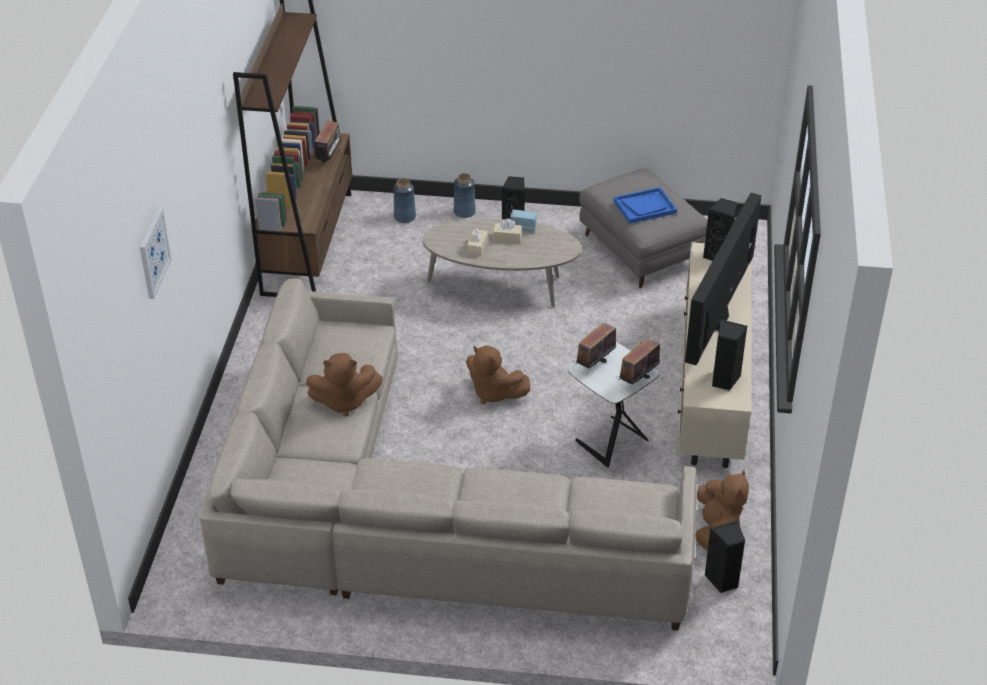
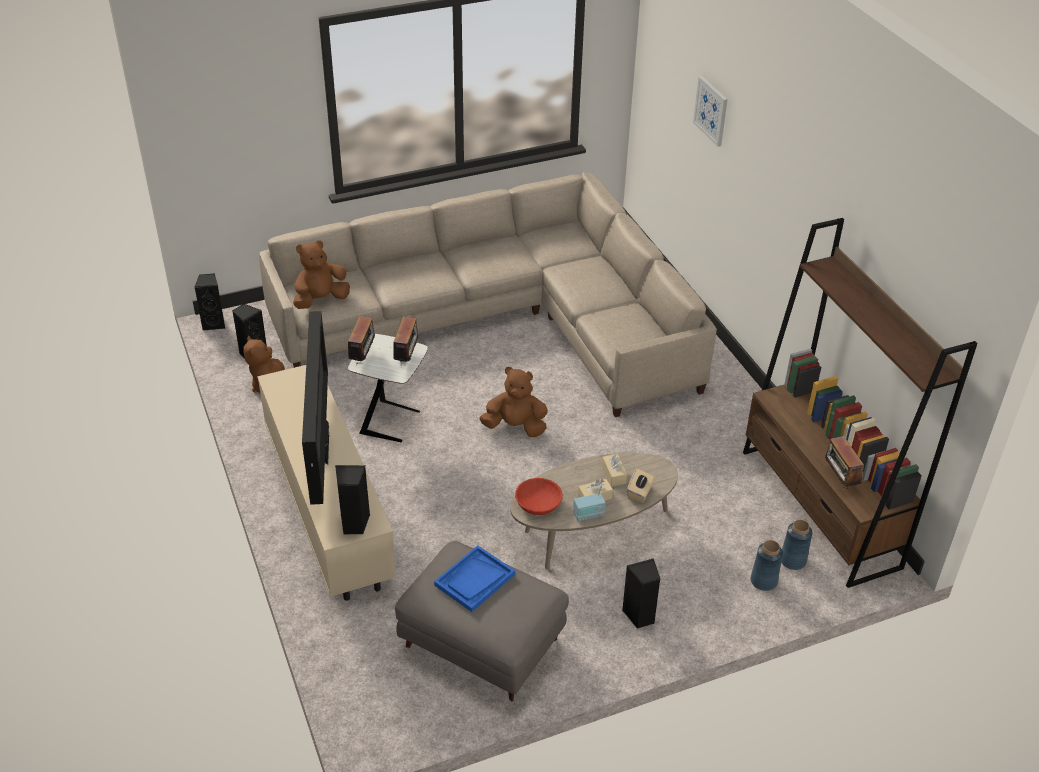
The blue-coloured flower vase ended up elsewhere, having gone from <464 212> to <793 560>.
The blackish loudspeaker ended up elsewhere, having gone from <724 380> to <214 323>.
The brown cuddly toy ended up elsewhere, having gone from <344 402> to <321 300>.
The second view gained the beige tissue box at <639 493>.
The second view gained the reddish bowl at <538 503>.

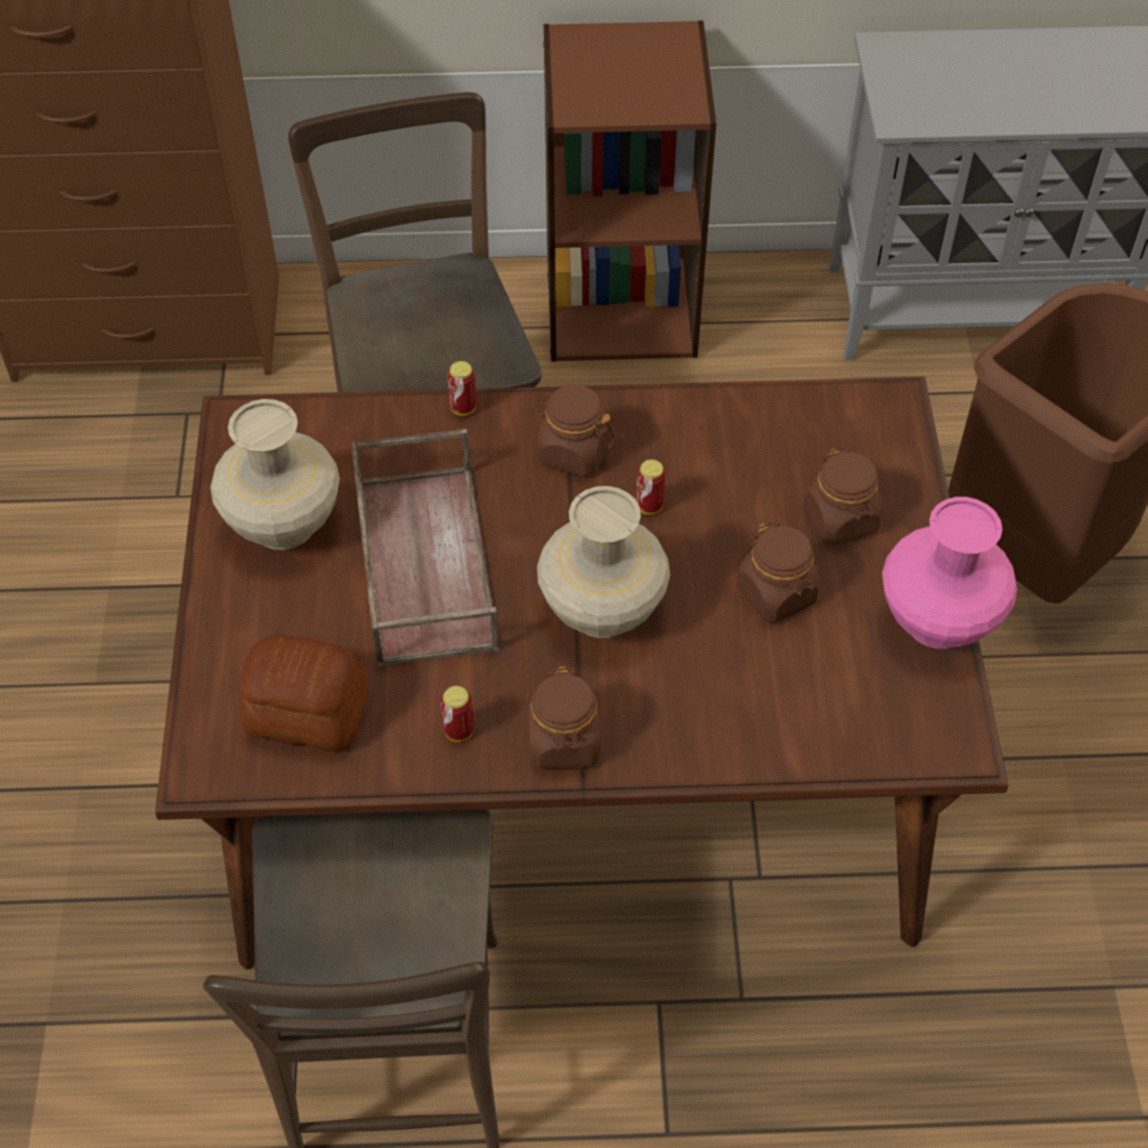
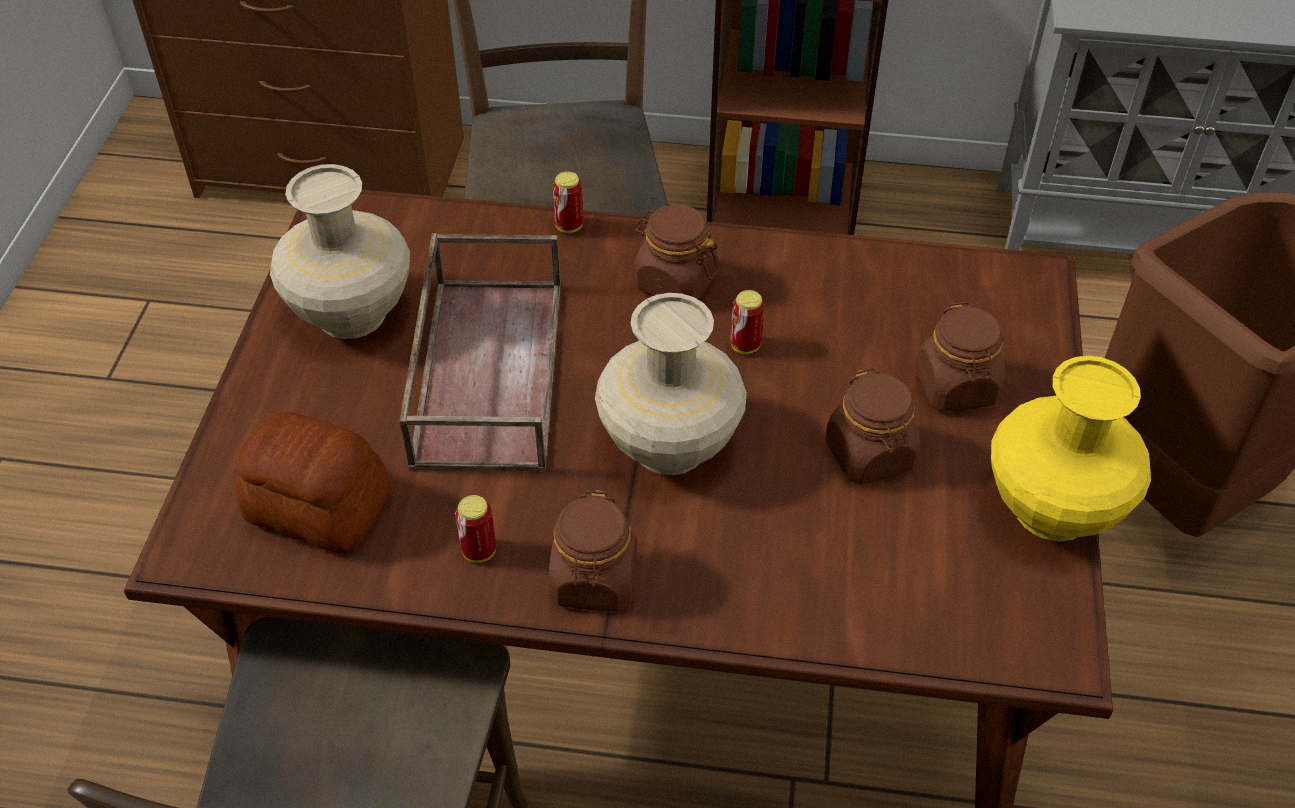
What was the pink flower vase at <939 622> turned into the yellow-coloured flower vase at <1053 511>.

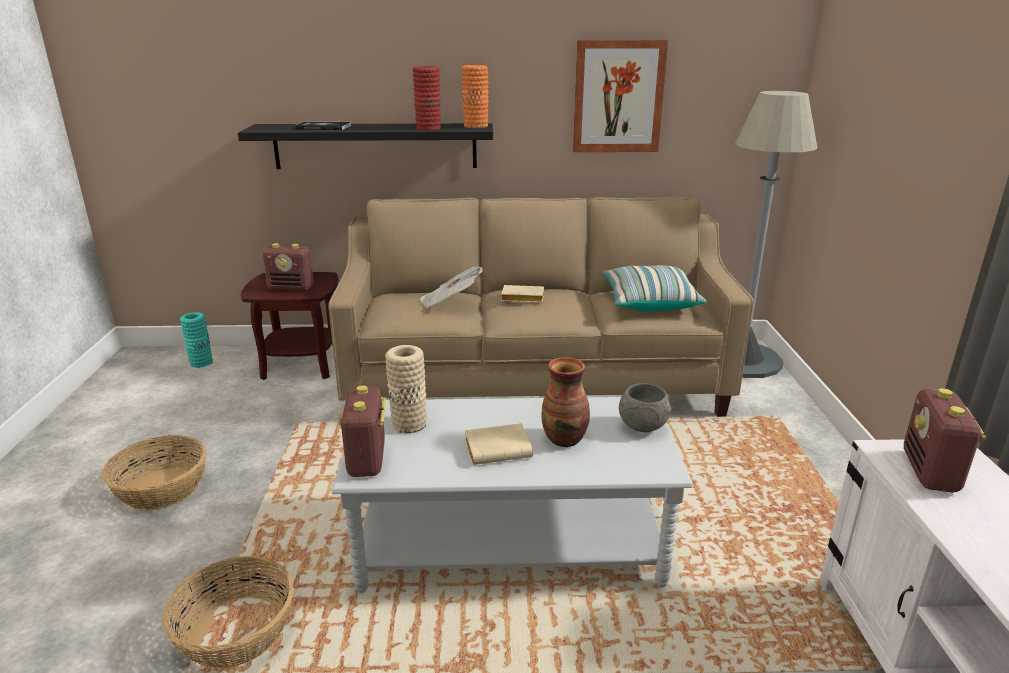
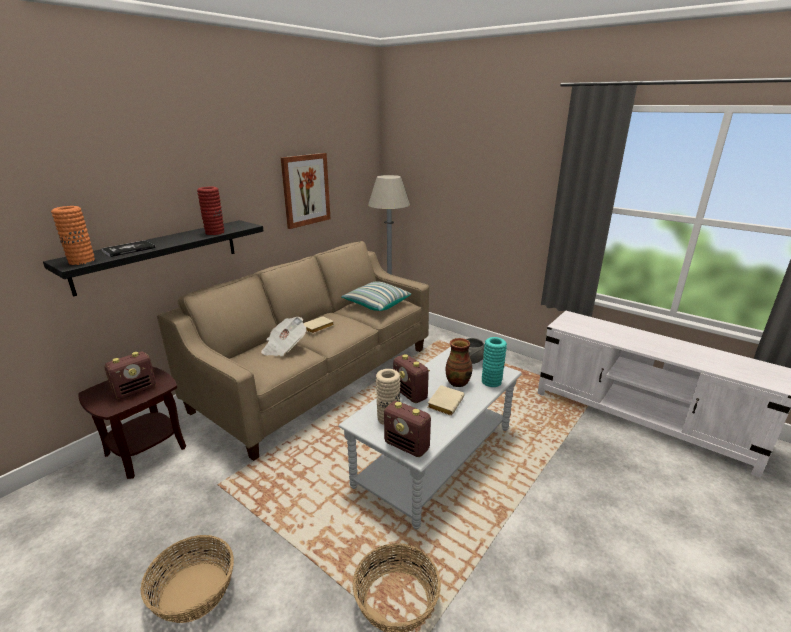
The orange flower vase ended up elsewhere, having gone from <475 126> to <81 261>.
The blue-green flower vase ended up elsewhere, having gone from <201 362> to <491 382>.
The radio receiver ended up elsewhere, having gone from <930 472> to <410 394>.

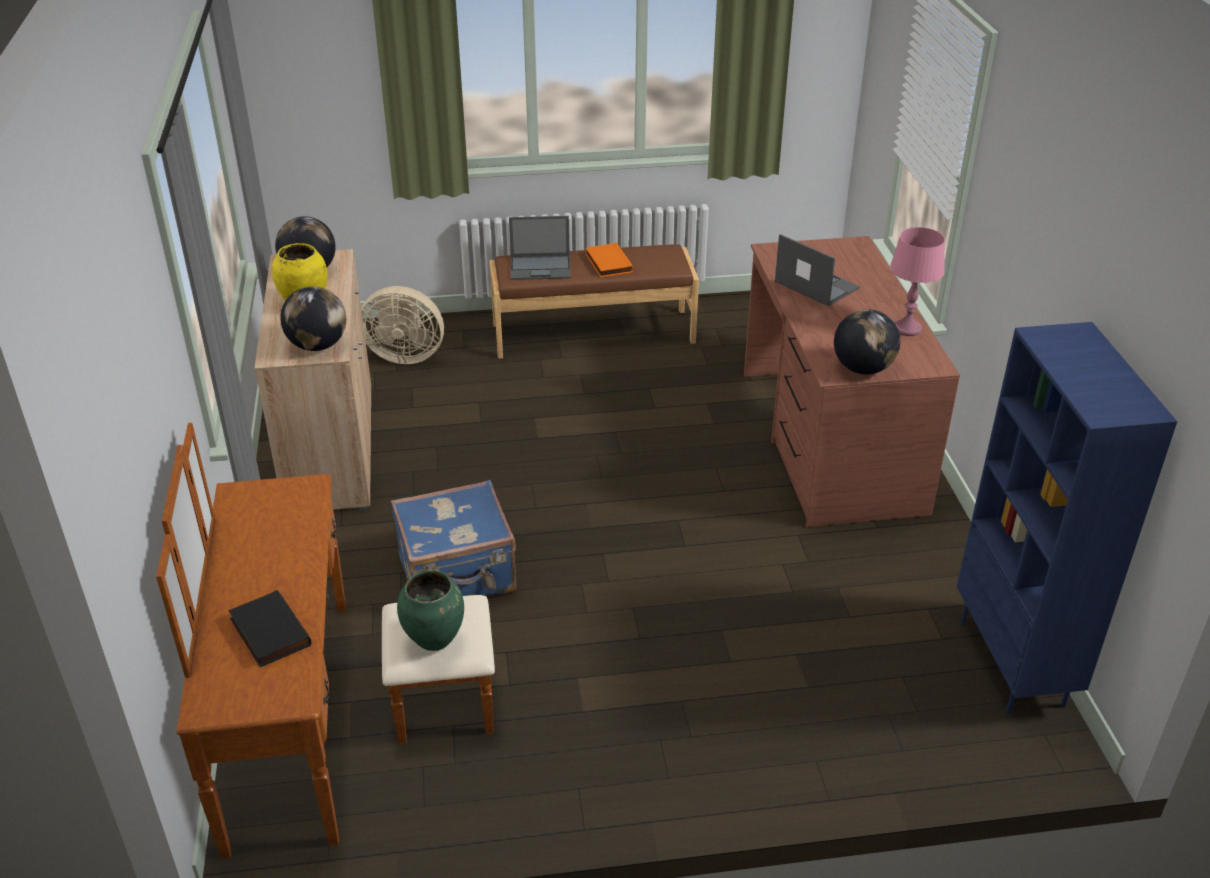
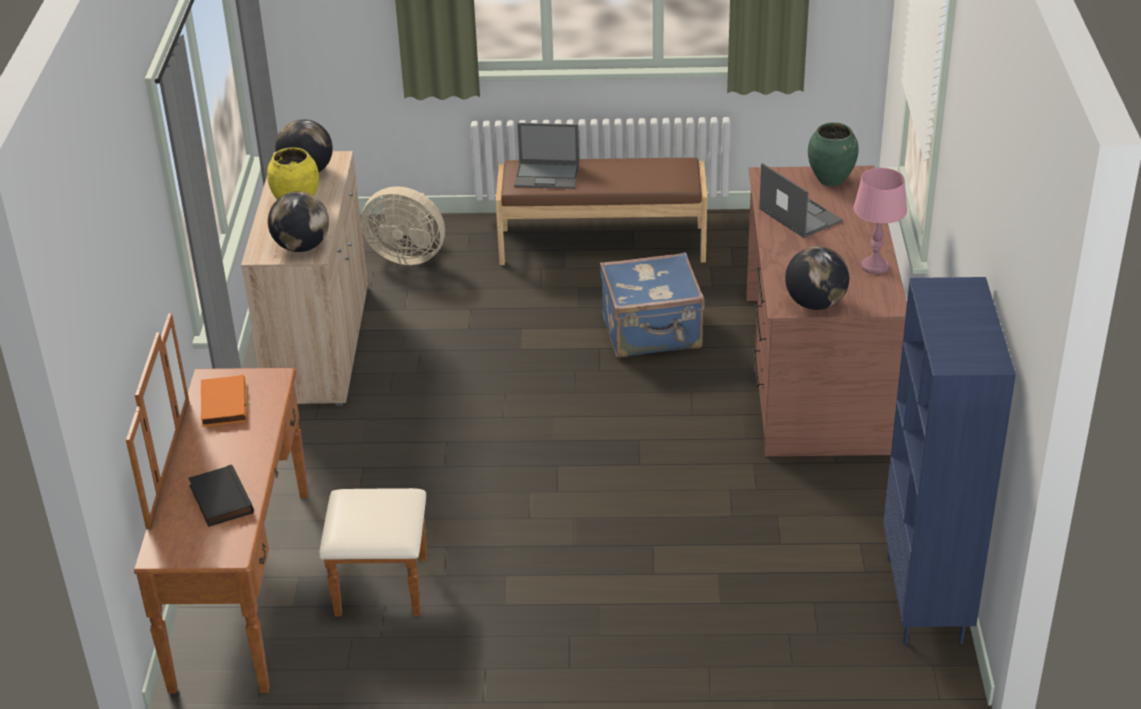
The orange bound book ended up elsewhere, having gone from <607 263> to <222 404>.
The blue-coloured piece of luggage ended up elsewhere, having gone from <458 576> to <652 333>.
The green flower vase ended up elsewhere, having gone from <435 639> to <831 180>.

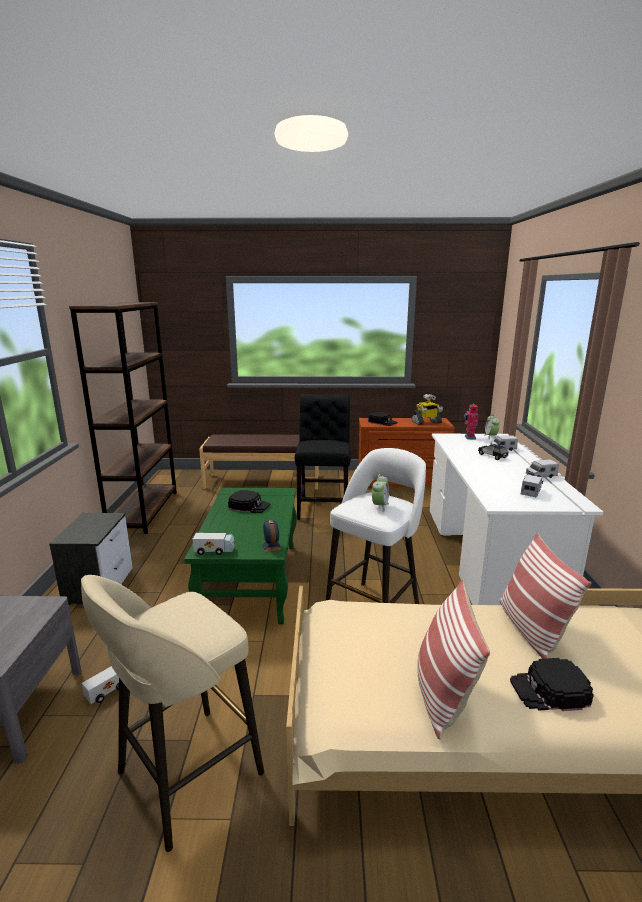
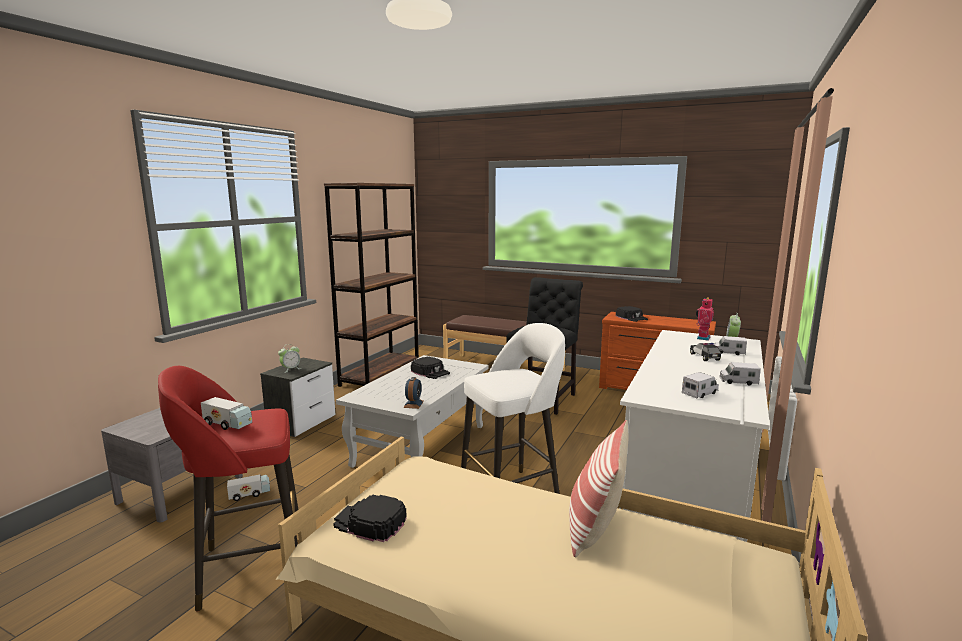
The second view lost the toy robot at <426 422>.
The bedside clock ended up elsewhere, having gone from <380 506> to <290 369>.
What was the green low table at <251 580> turned into the white low table at <421 444>.
The toy lorry ended up elsewhere, having gone from <214 550> to <228 424>.
What was the beige stool at <186 775> turned into the reddish stool at <249 568>.
The second view lost the throw pillow at <442 693>.
The blackish peaked cap ended up elsewhere, having gone from <549 691> to <370 523>.

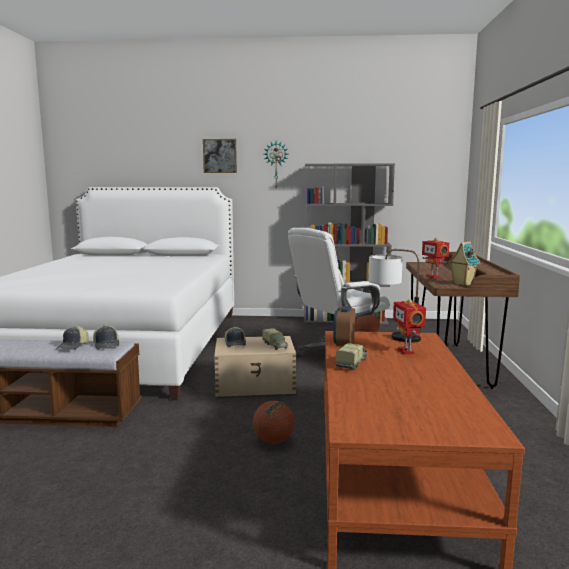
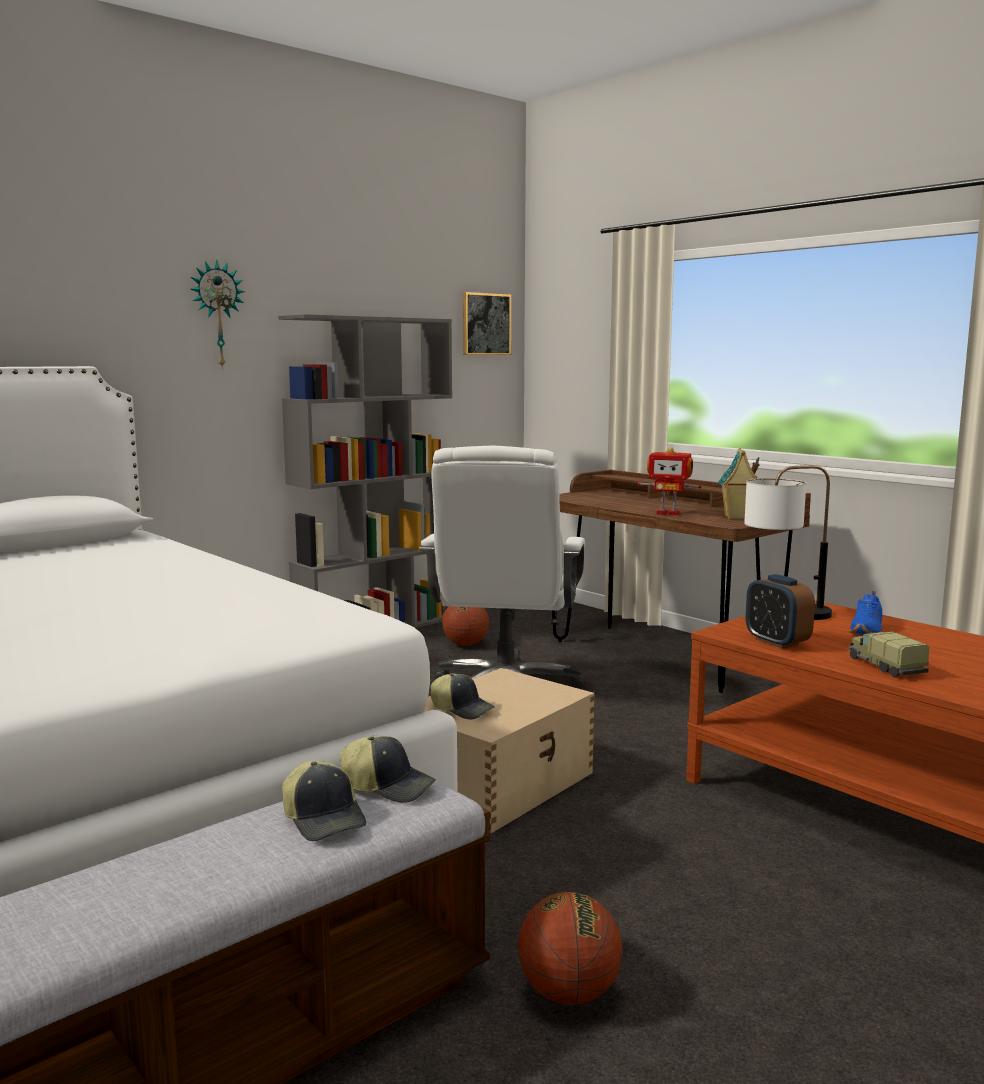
The picture ended up elsewhere, having gone from <220 156> to <486 324>.
Where the toy robot stood at <407 351>, the blue-coloured low shoe came to stand at <867 631>.
The second view lost the toy lorry at <275 345>.
The basketball ball ended up elsewhere, having gone from <273 441> to <569 993>.

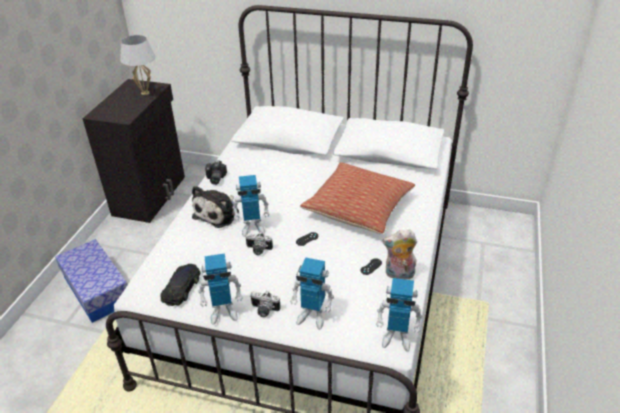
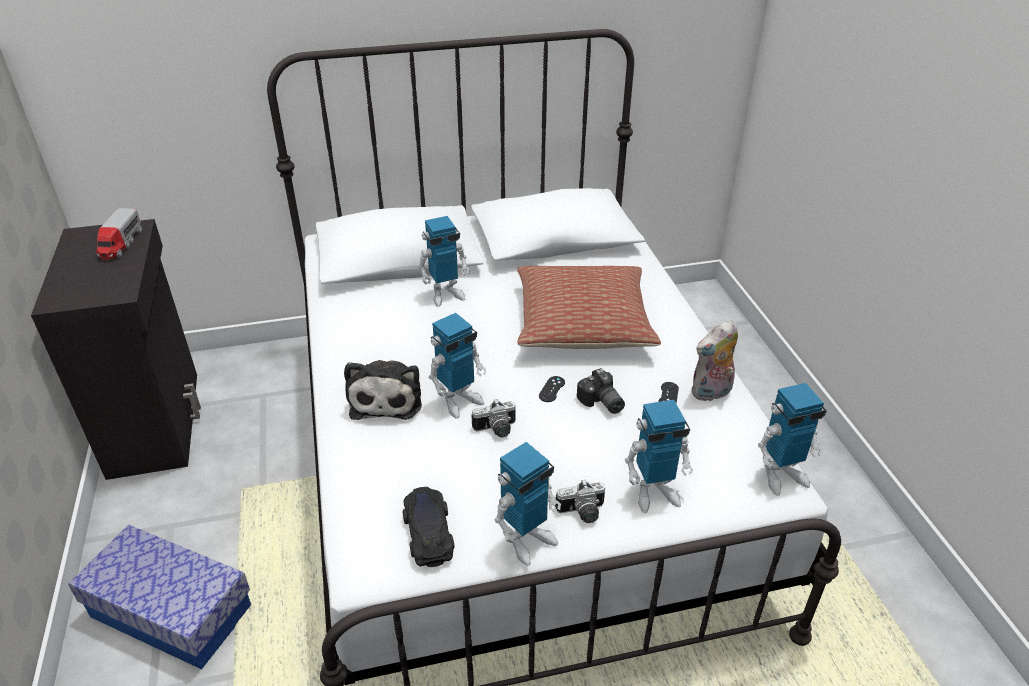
Where the white lamp for a table stood at <145 93>, the toy lorry came to stand at <120 244>.
The still camera ended up elsewhere, having gone from <215 178> to <601 403>.
The second view gained the toy robot at <445 294>.

